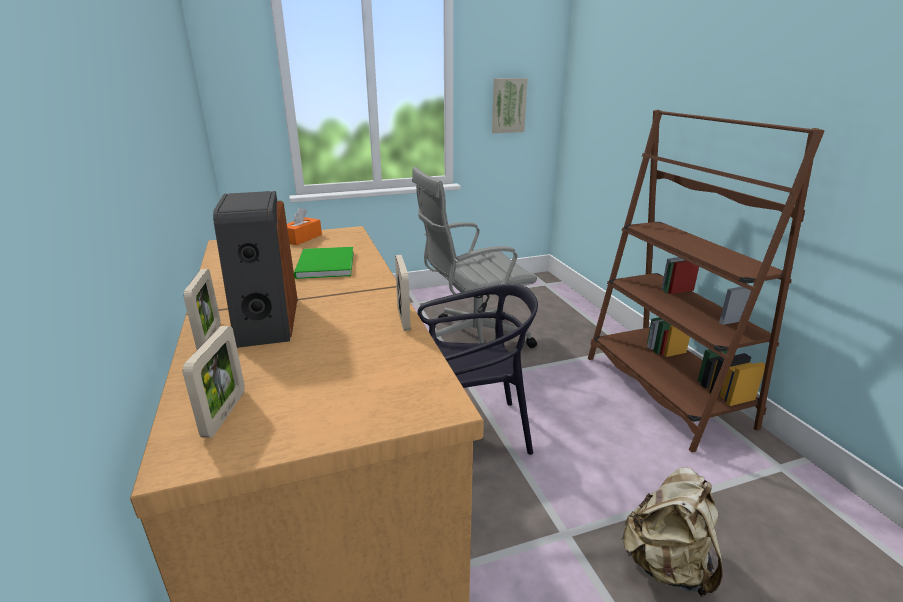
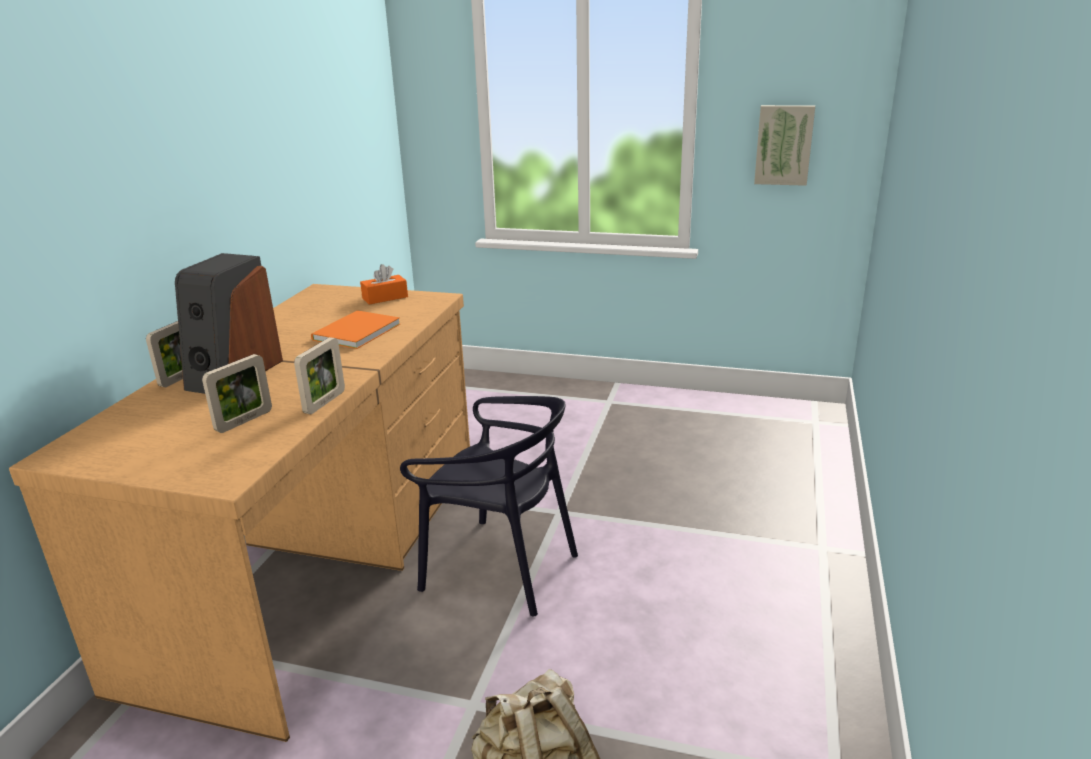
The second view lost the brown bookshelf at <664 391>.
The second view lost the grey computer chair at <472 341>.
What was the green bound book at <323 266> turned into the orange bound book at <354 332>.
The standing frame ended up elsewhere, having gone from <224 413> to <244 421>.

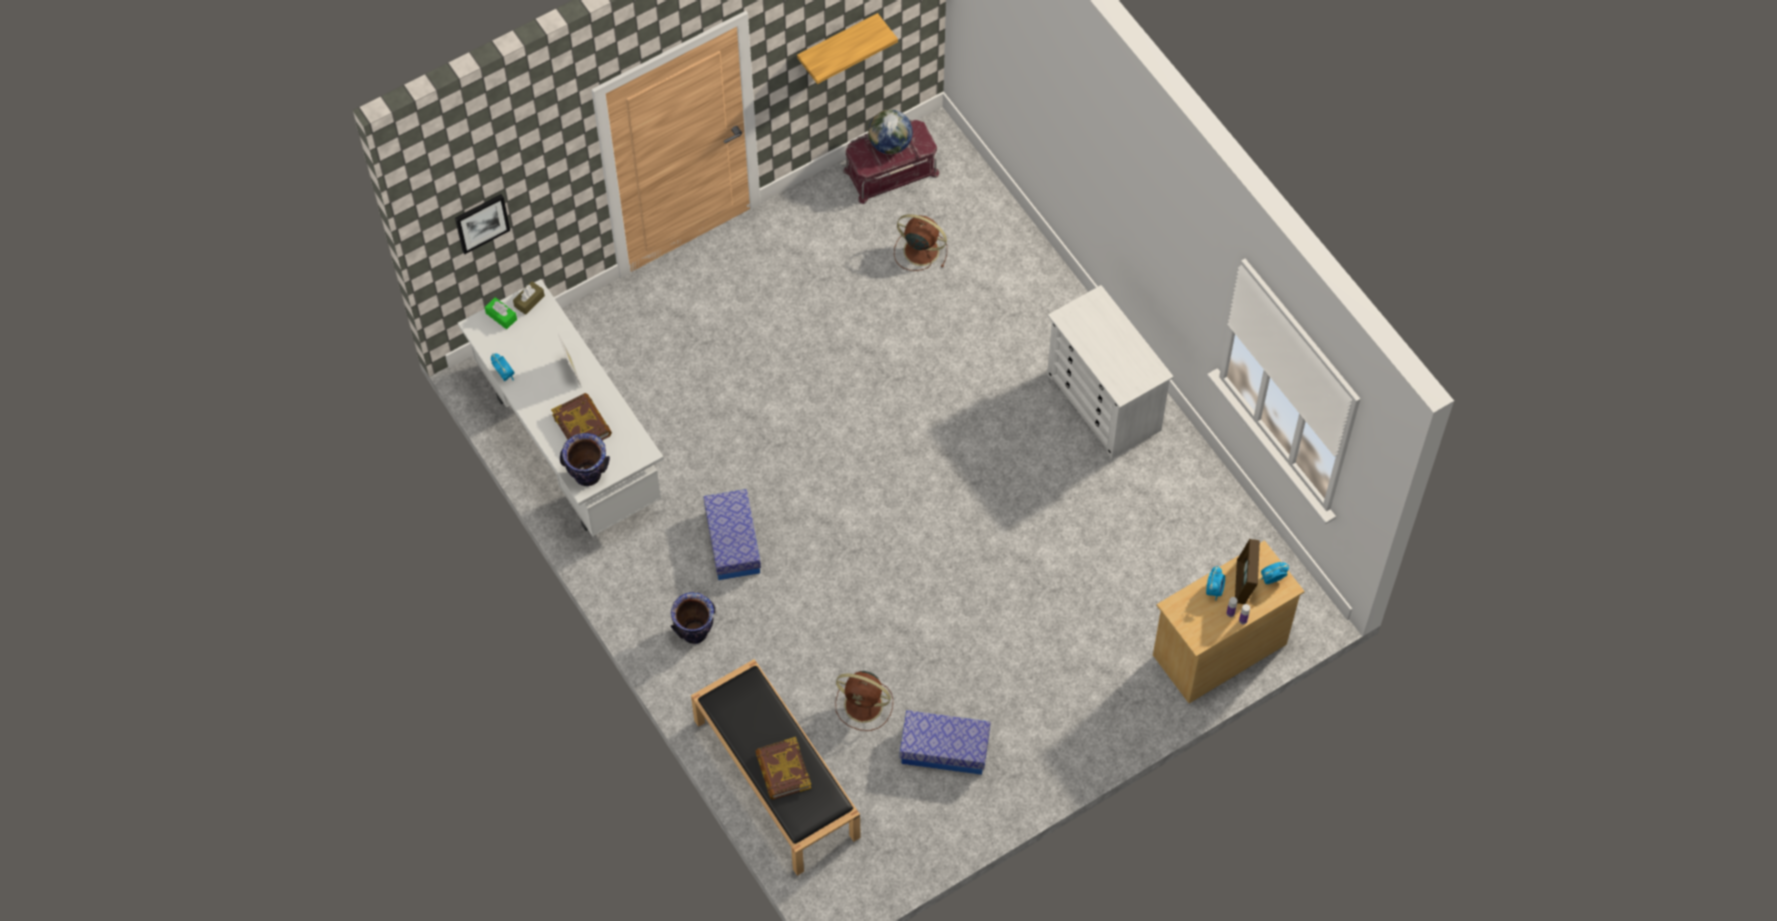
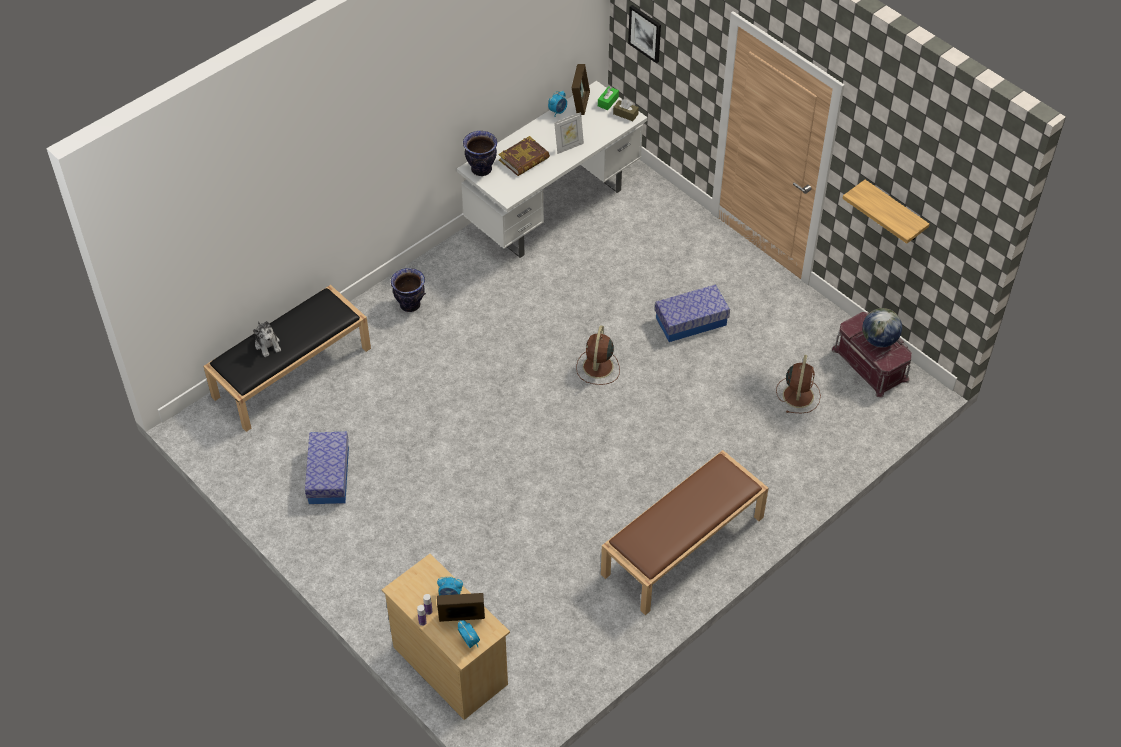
Where the white chest of drawers stood at <1104 403>, the brown bench came to stand at <682 546>.
The storage bin ended up elsewhere, having gone from <732 542> to <691 321>.
The brown cooling fan ended up elsewhere, having gone from <865 705> to <597 367>.
Where the bound book stood at <783 771>, the cuddly toy came to stand at <268 344>.
The second view gained the standing frame at <580 103>.

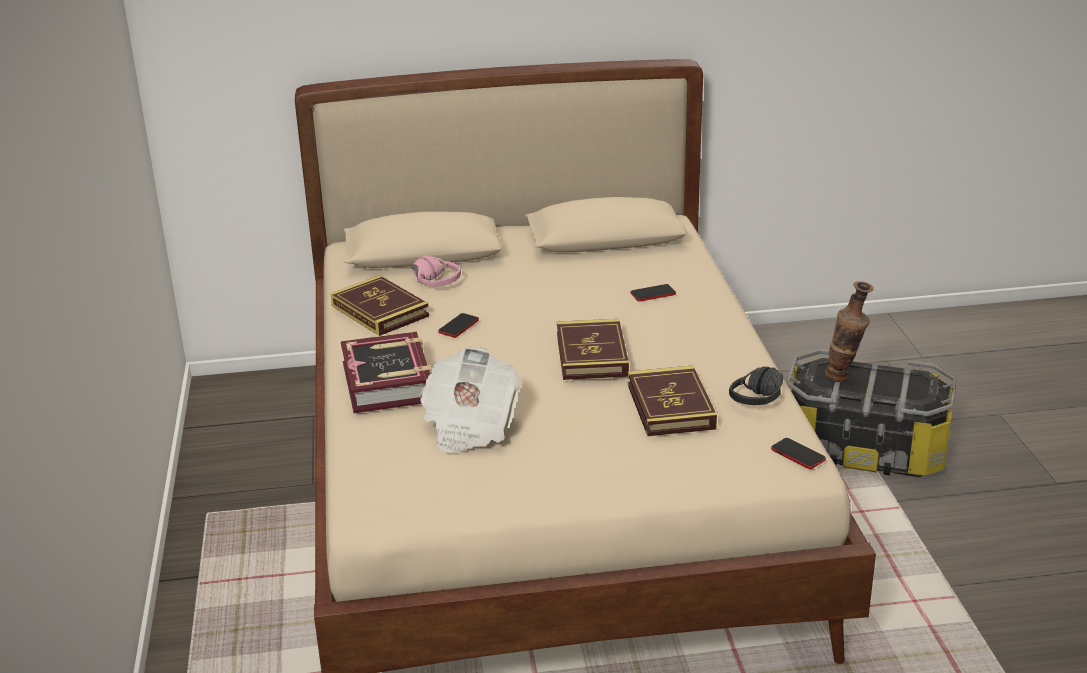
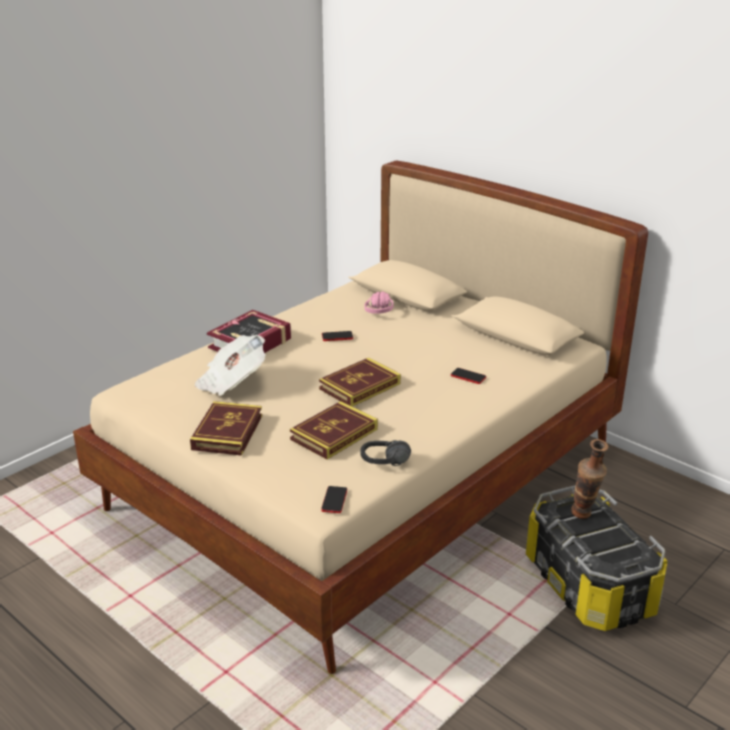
The bound book ended up elsewhere, having gone from <380 311> to <227 432>.

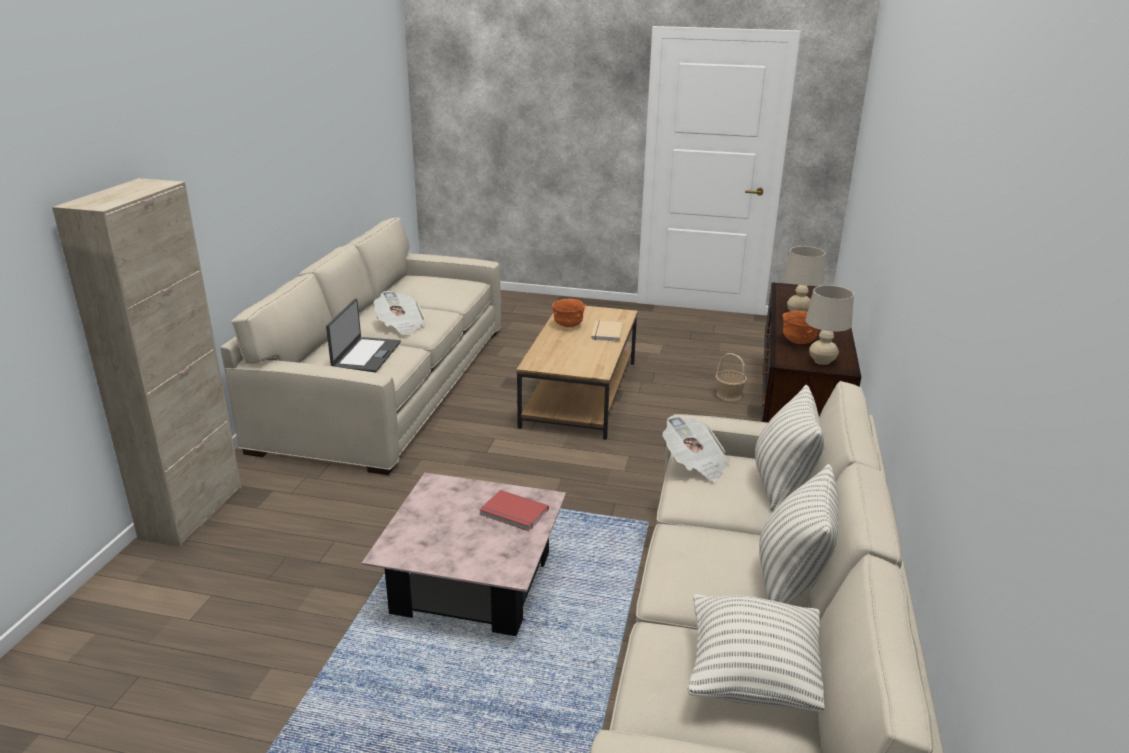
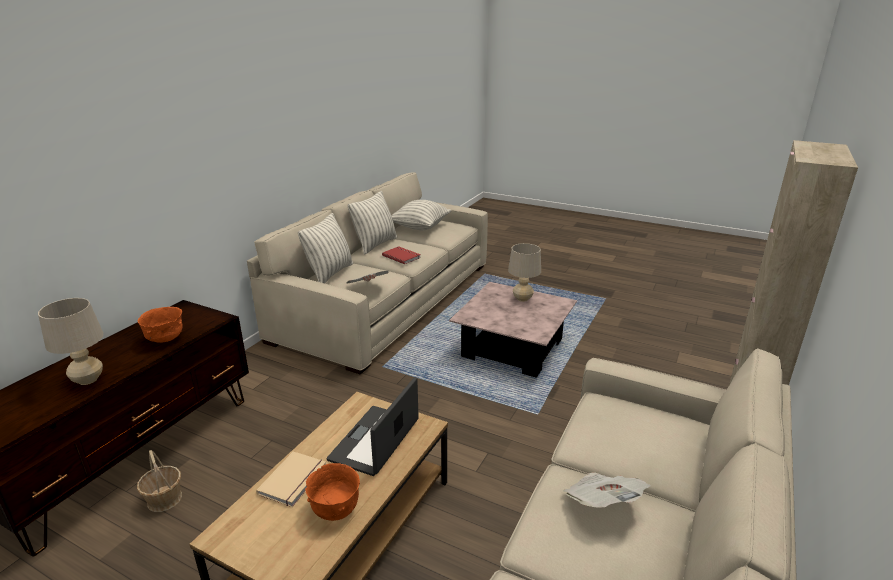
The beige lamp for a table ended up elsewhere, having gone from <822 361> to <522 299>.
The notebook computer ended up elsewhere, having gone from <365 355> to <376 440>.
The reddish bound book ended up elsewhere, having gone from <513 513> to <402 256>.

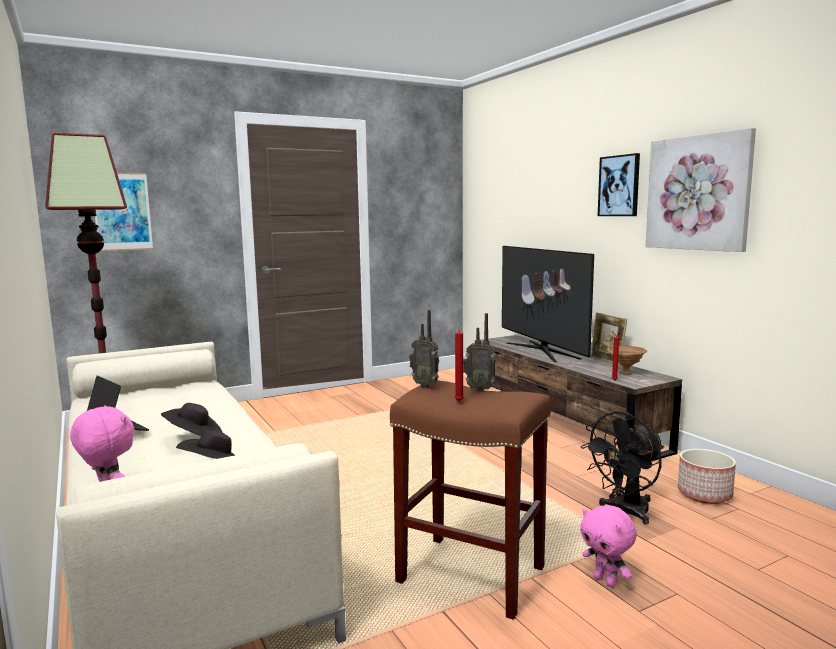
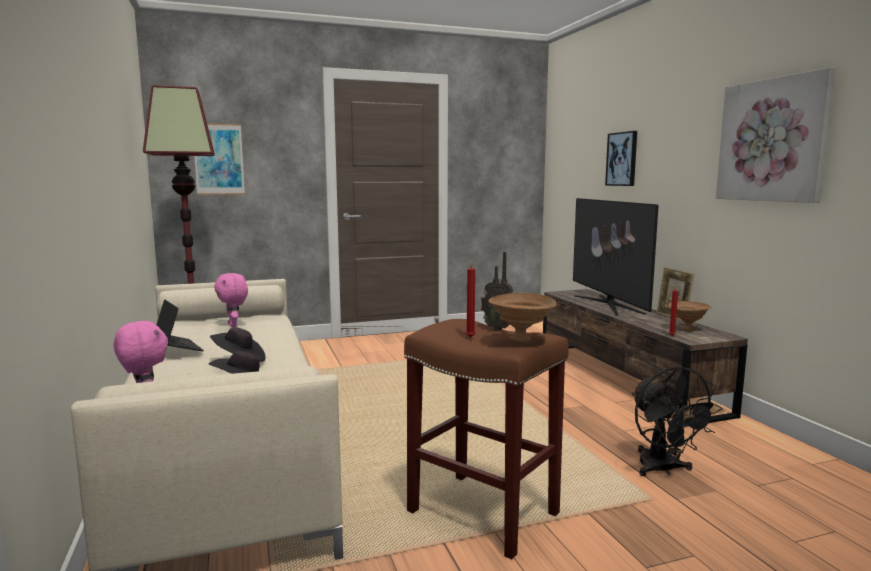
The picture ended up elsewhere, having gone from <619 186> to <622 159>.
The second view lost the radio receiver at <425 385>.
The blackish cooling fan at <625 512> ended up facing another way, 75 degrees counterclockwise from before.
The second view lost the flower pot at <705 494>.
The pink cuddly toy ended up elsewhere, having gone from <606 581> to <234 325>.
The second view gained the brown bowl at <522 340>.

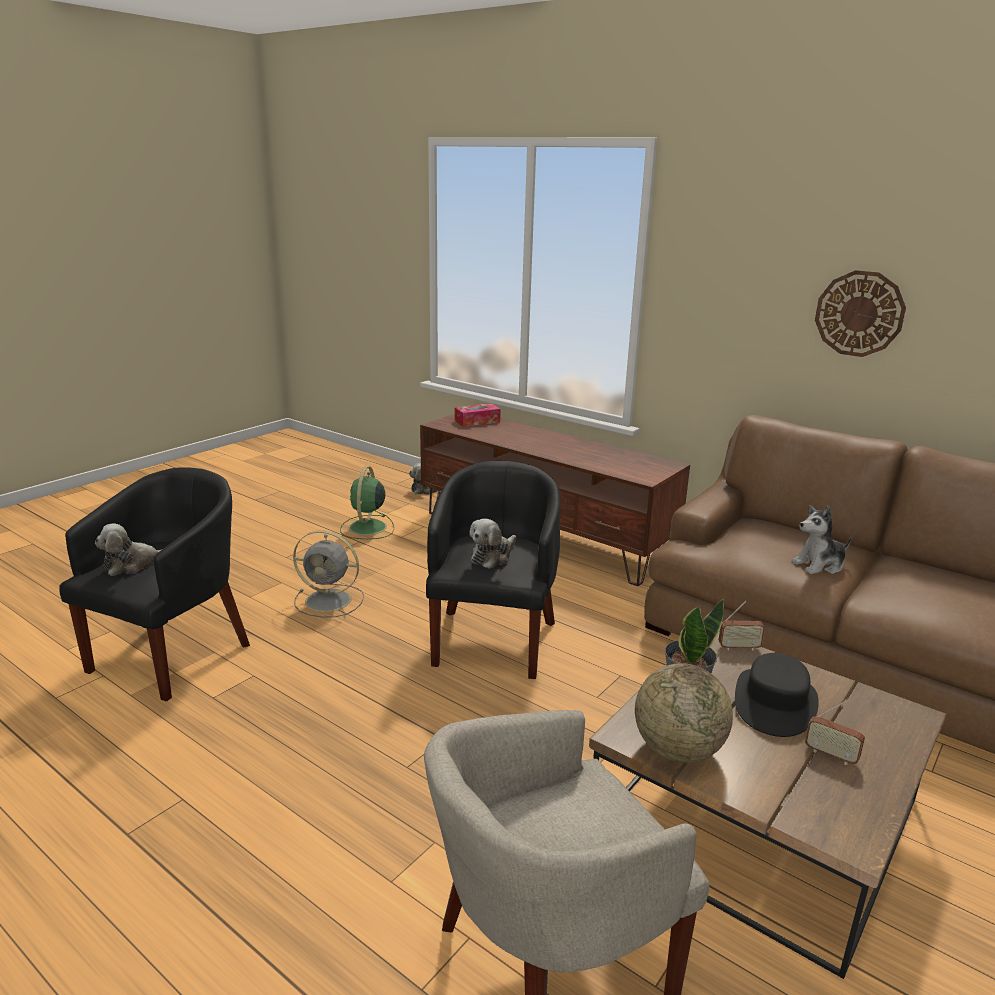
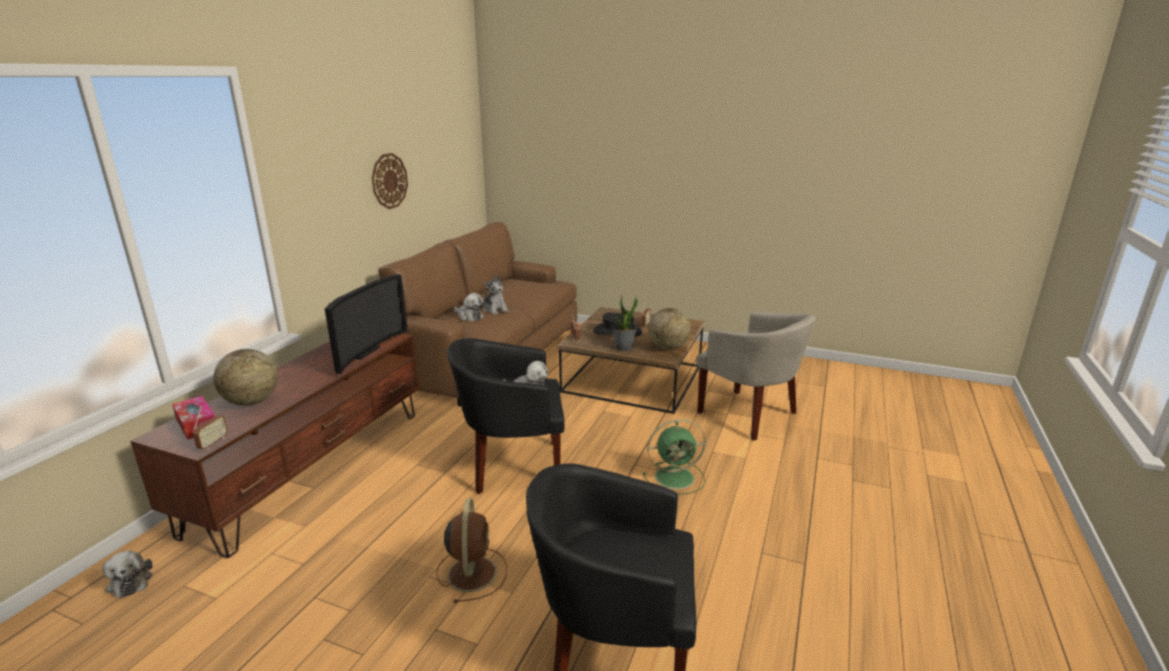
The green cooling fan ended up elsewhere, having gone from <367 528> to <676 477>.
The cuddly toy ended up elsewhere, having gone from <133 564> to <469 316>.
What was the grey cooling fan at <330 601> turned into the brown cooling fan at <472 572>.
The second view gained the television at <362 352>.
The second view gained the desk globe at <251 402>.
The second view gained the radio receiver at <213 443>.

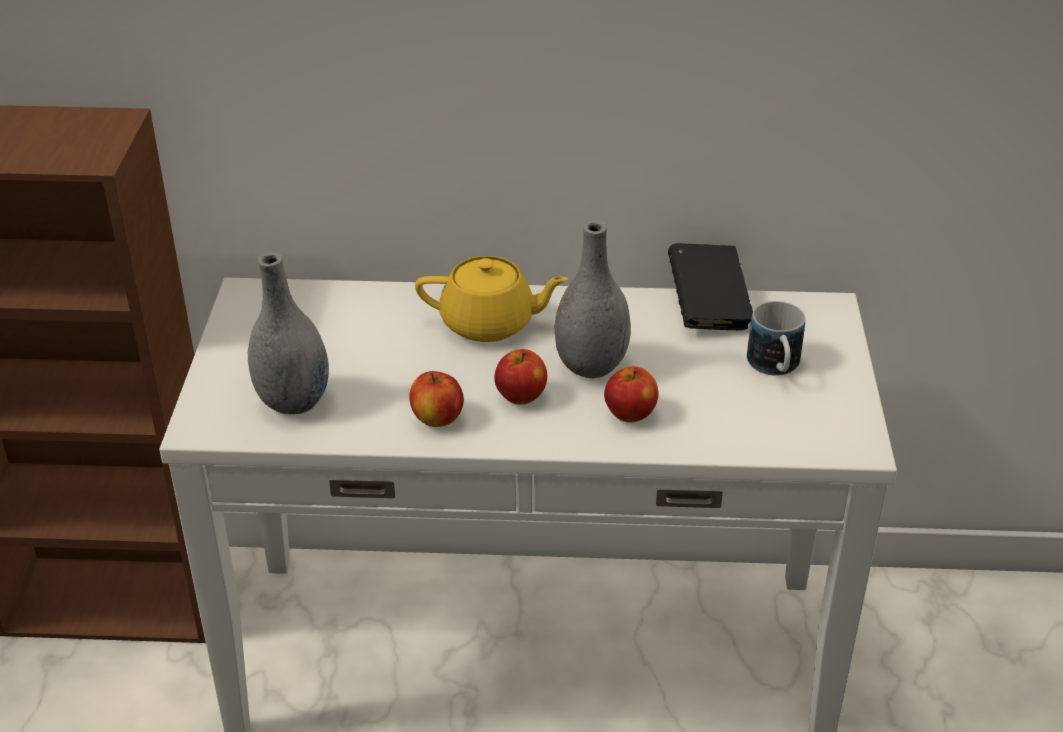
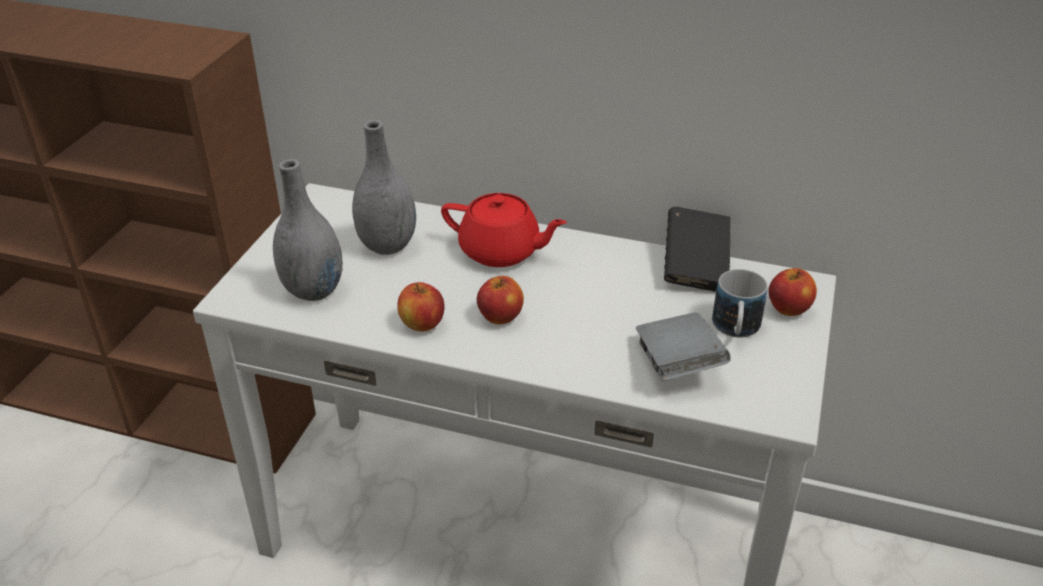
The grey flower vase ended up elsewhere, having gone from <591 366> to <387 245>.
What was the yellow-coloured pot for tea at <489 323> turned into the reddish pot for tea at <501 252>.
The whole apple ended up elsewhere, having gone from <630 414> to <788 309>.
The second view gained the grey bound book at <678 365>.

